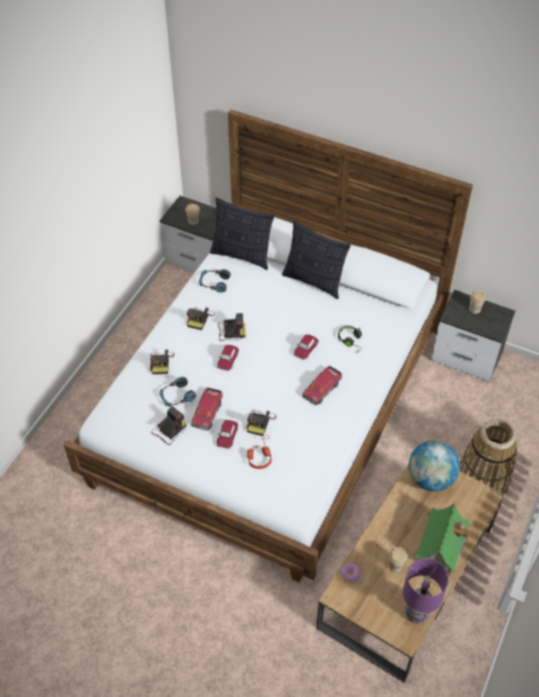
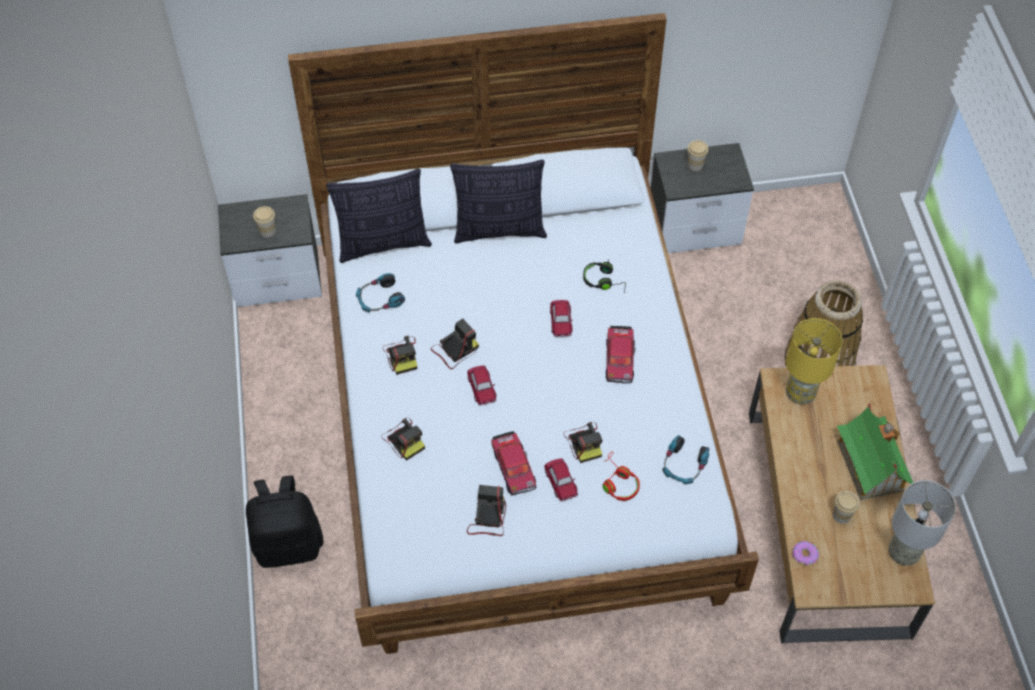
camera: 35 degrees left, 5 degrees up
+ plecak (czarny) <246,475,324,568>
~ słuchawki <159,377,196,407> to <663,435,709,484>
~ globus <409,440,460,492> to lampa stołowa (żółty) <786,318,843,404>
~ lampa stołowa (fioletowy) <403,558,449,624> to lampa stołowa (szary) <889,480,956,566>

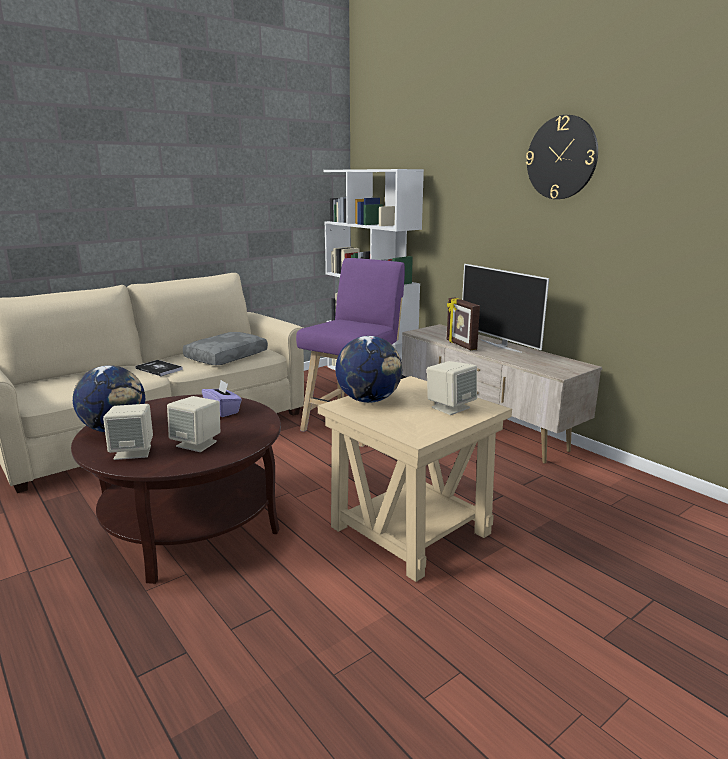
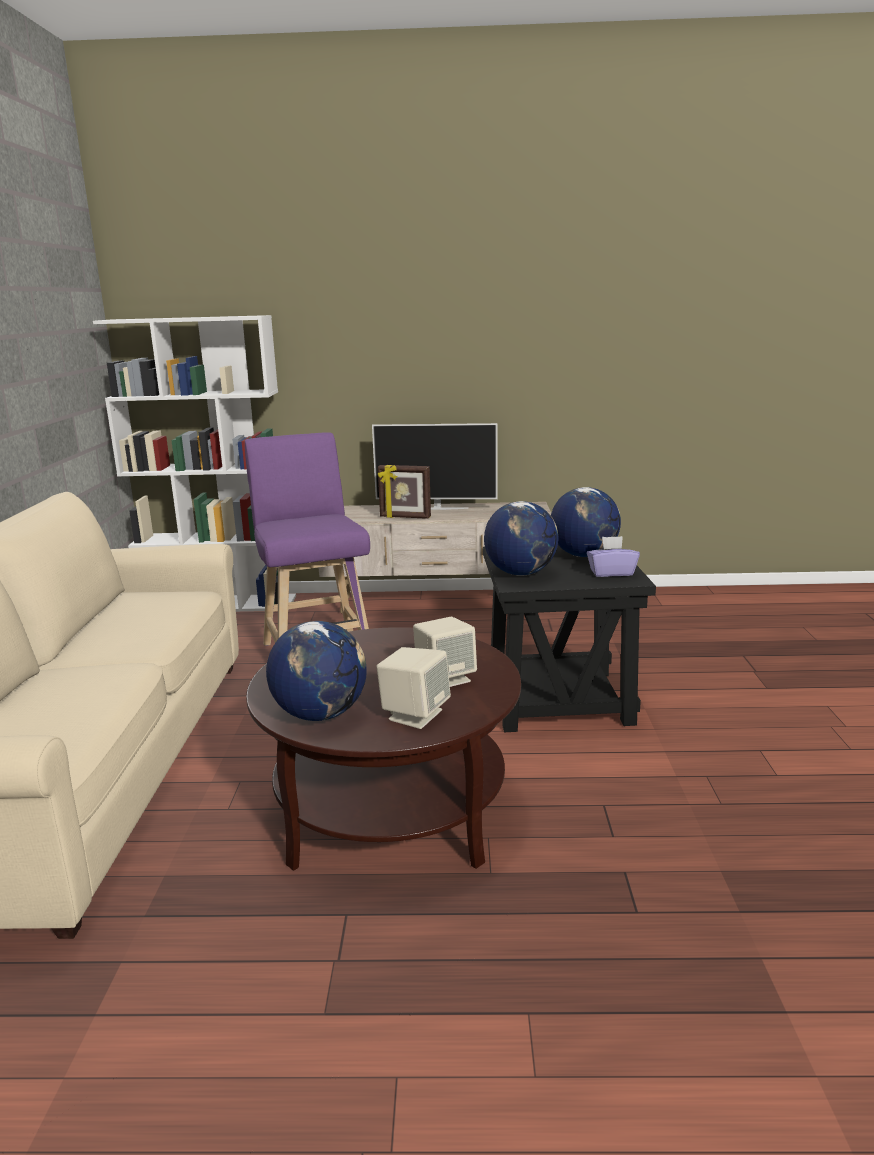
camera: 50 degrees left, 0 degrees up
- książka <135,360,183,376>
- poduszka (szary) <183,332,268,365>
- zegar ścienny <526,115,598,199>
~ pudełko chusteczek (fioletowy) <202,380,242,417> to <587,536,640,577>
~ głośnik (beżowy) <427,361,477,415> to globus <551,487,621,557>
~ stolik (beżowy) <318,376,512,582> to stolik (czarny) <483,545,656,732>

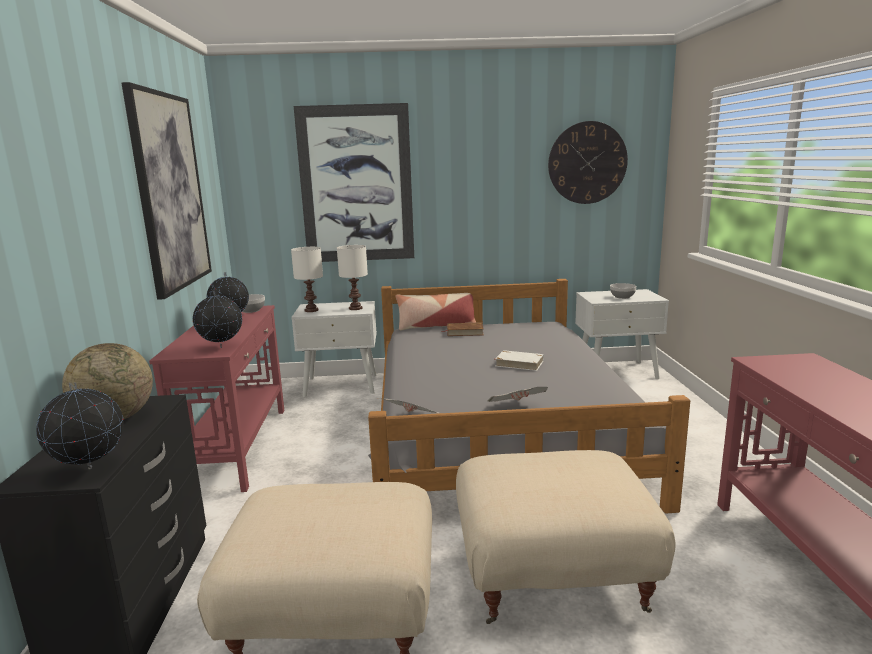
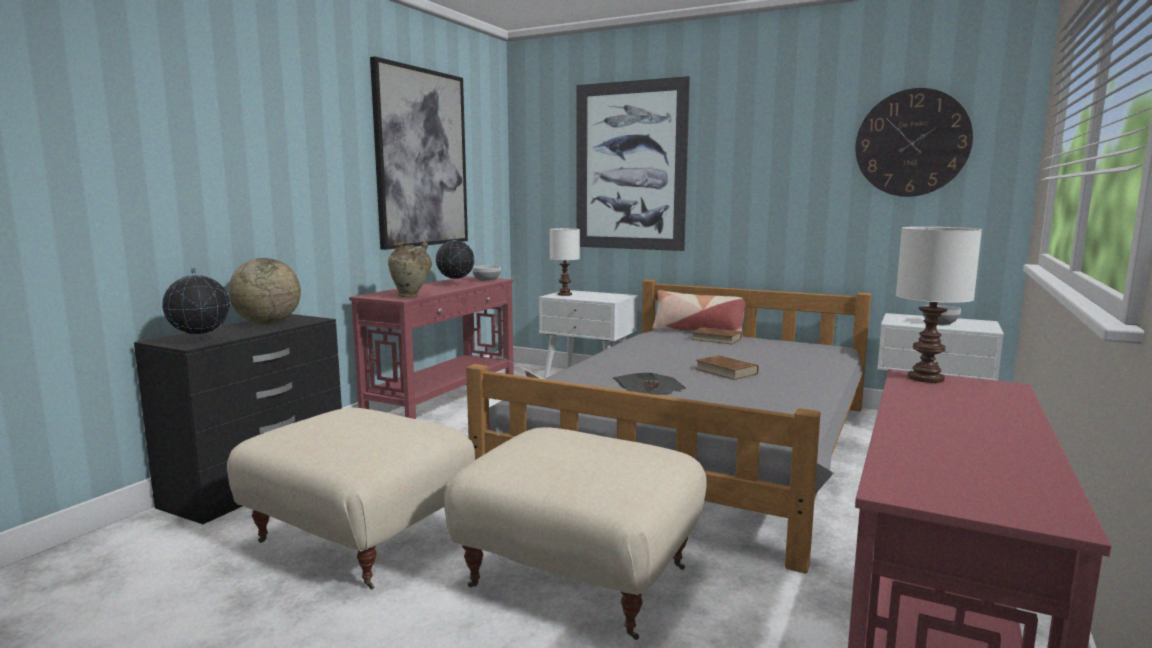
camera: 30 degrees right, 5 degrees down
~ lampa stołowa (biały) <337,245,368,310> to <896,227,982,383>
~ globus <193,290,242,348> to wazon (beżowy) <388,242,432,297>
~ książka (biały) <494,350,544,371> to książka (brązowy) <696,355,759,380>

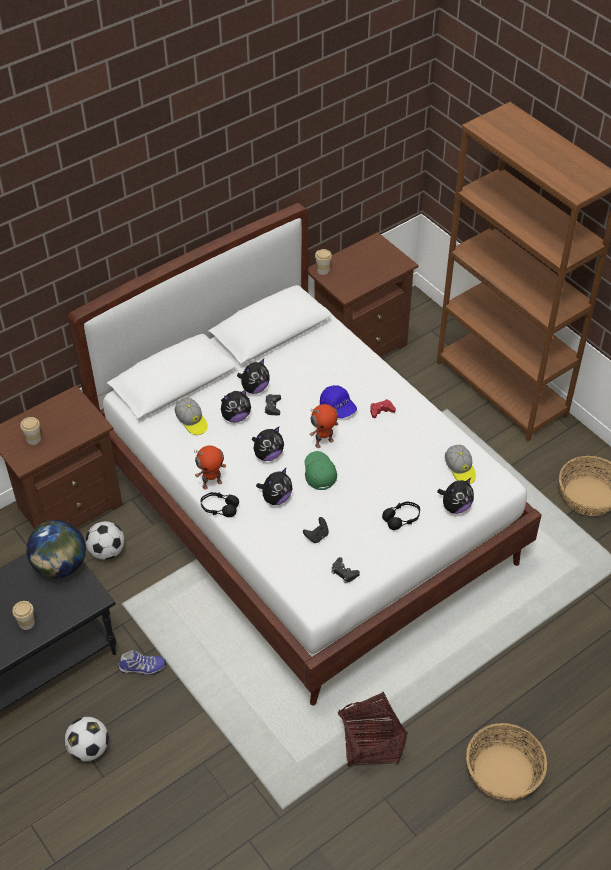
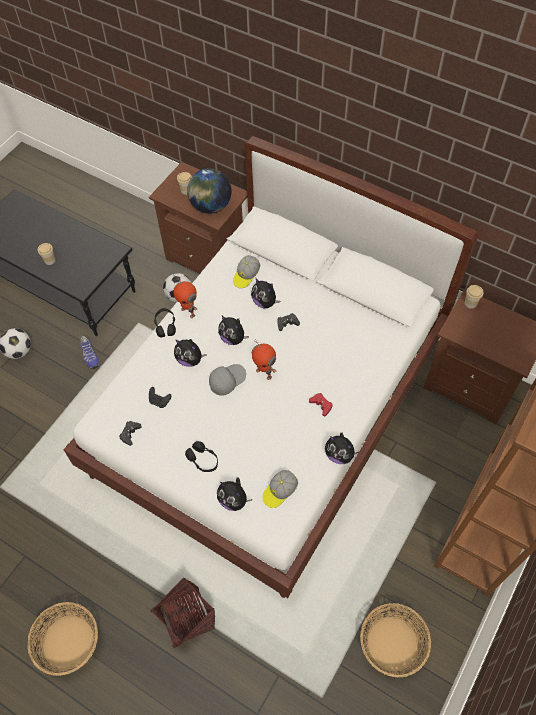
camera: 70 degrees right, 10 degrees up
- czapka z daszkiem (niebieski) <320,385,357,418>
~ globus <26,520,86,579> to <187,168,232,214>
~ pluszak <237,359,270,394> to <325,433,360,464>
~ koszyk <338,692,408,767> to <151,577,215,648>
~ czapka z daszkiem (zielony) <304,451,337,490> to czapka z daszkiem (szary) <209,364,246,396>

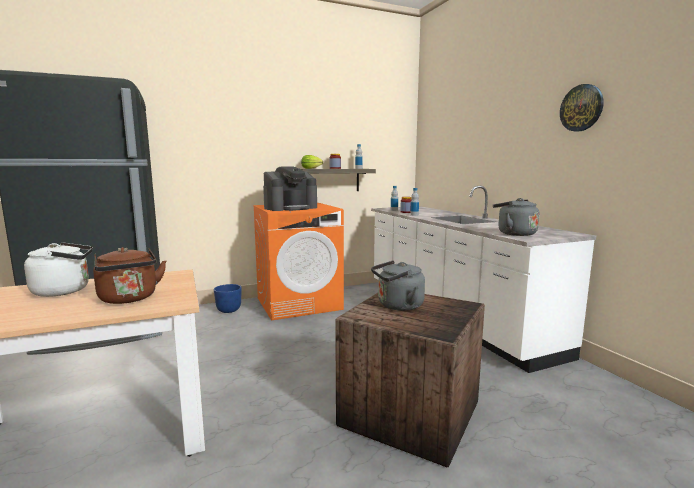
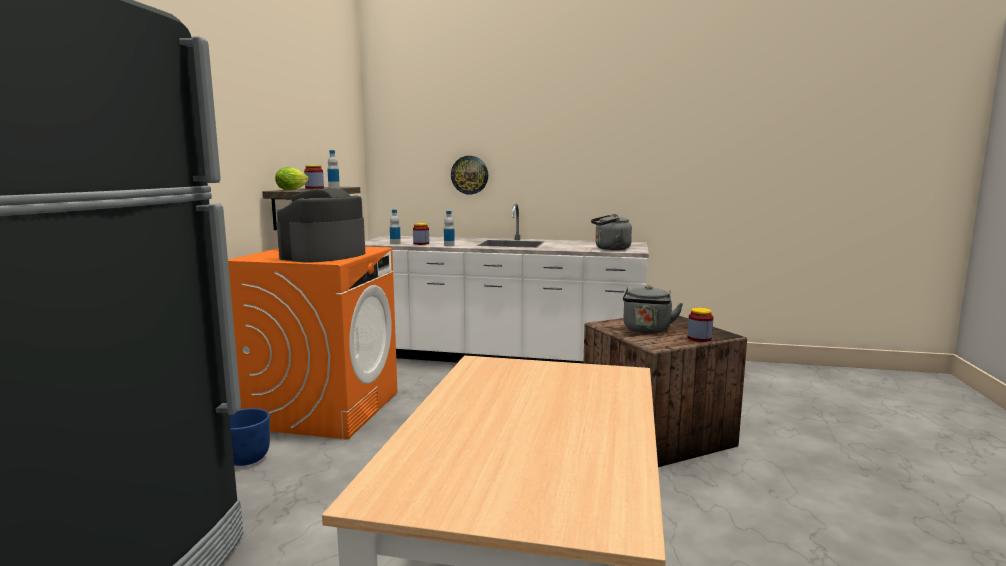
camera: 55 degrees left, 0 degrees up
- czajnik (biały) <24,242,93,297>
- czajnik (brązowy) <93,247,166,304>
+ słoik <688,308,713,342>
~ zegar ścienny <560,84,604,132> to <451,156,488,195>
~ ekspres do kawy <263,166,317,211> = <277,188,365,262> 150 degrees counterclockwise

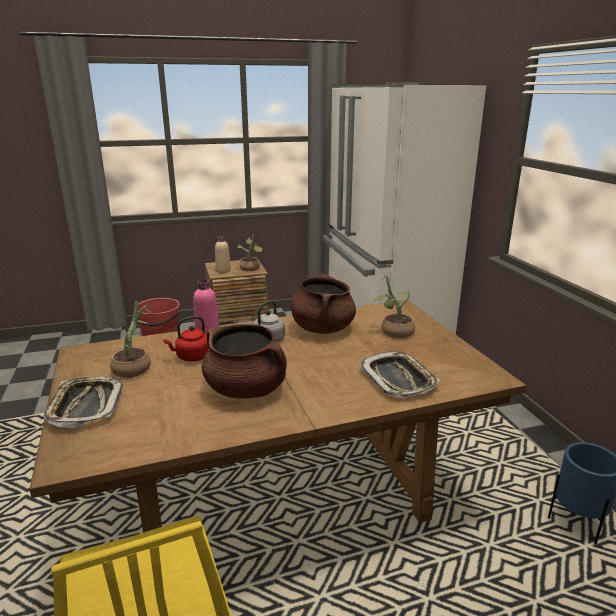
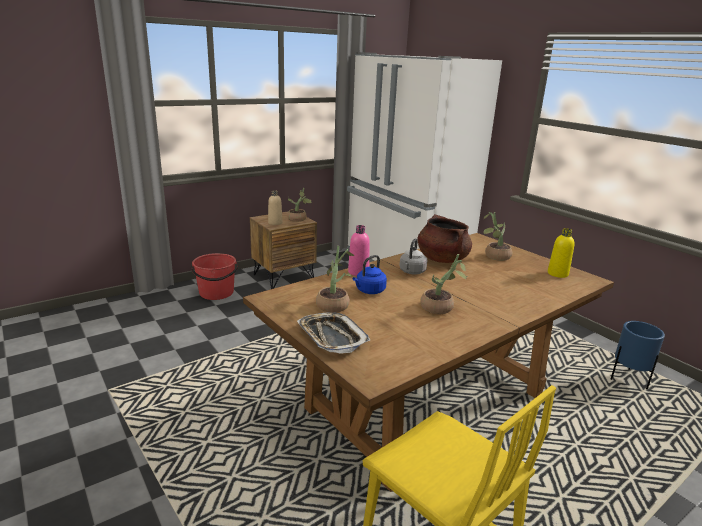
camera: 20 degrees left, 0 degrees up
- taca <360,351,440,398>
+ butelka (żółty) <548,228,574,278>
~ garnek (brązowy) <202,324,287,399> to roślina doniczkowa <420,254,467,314>
~ czajnik (czerwony) <164,316,208,362> to czajnik (niebieski) <353,255,387,294>

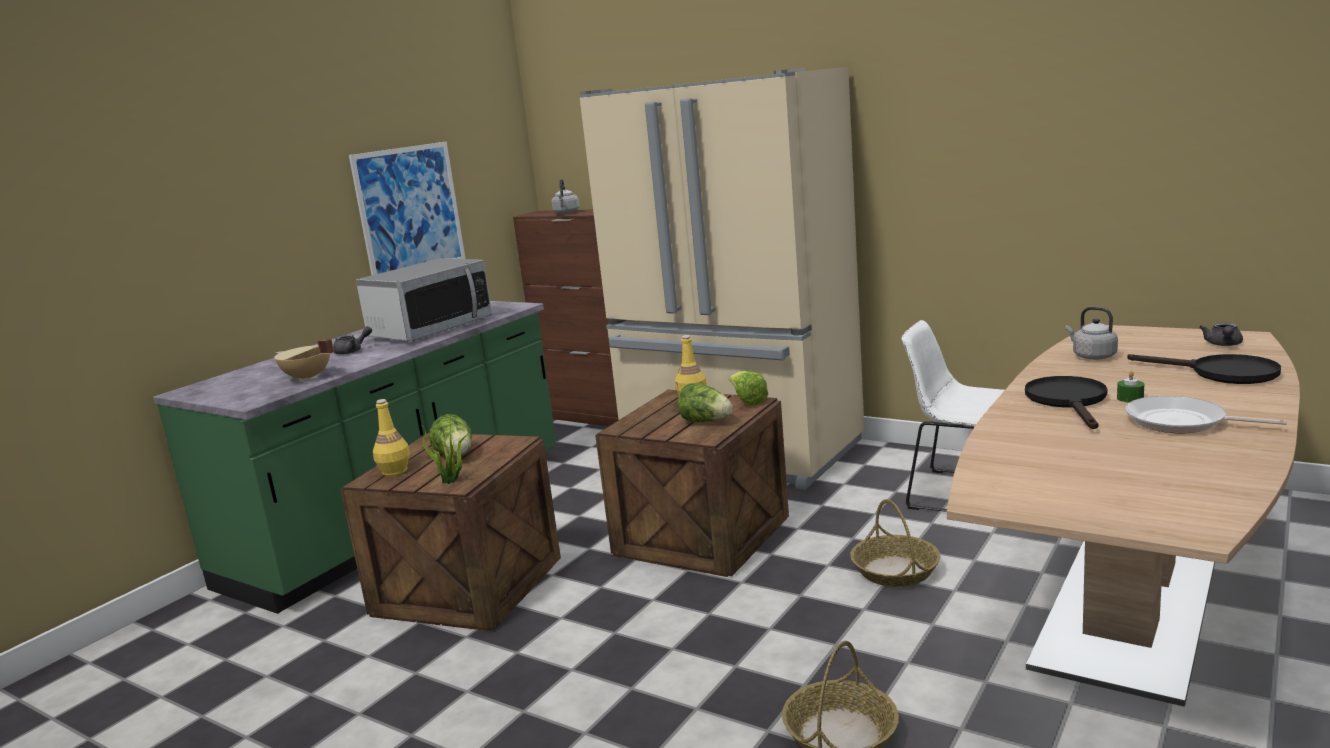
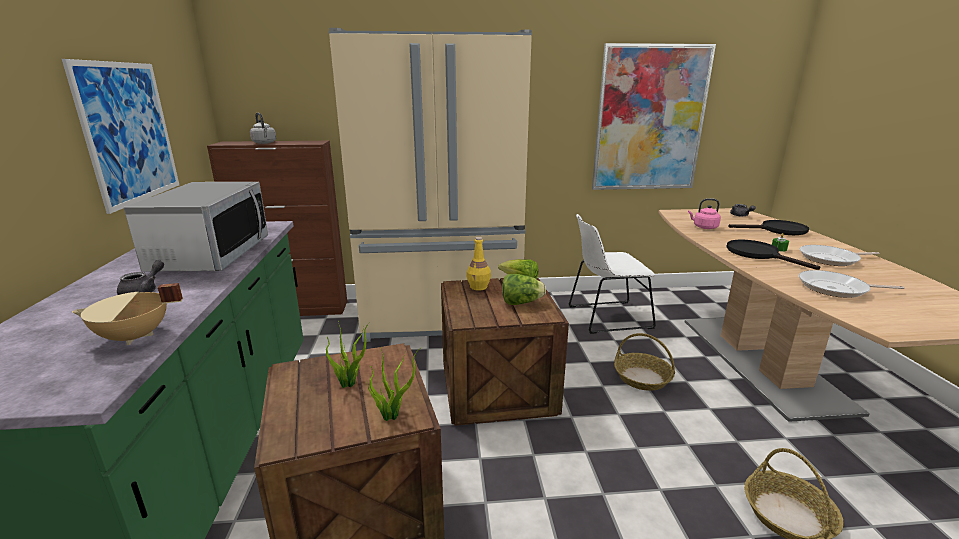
camera: 40 degrees left, 5 degrees up
- butelka (żółty) <373,399,410,476>
+ obraz <592,43,716,190>
+ patelnia <799,270,905,298>
~ sałata <429,414,472,456> to roślina doniczkowa <326,321,370,388>
~ czajnik (szary) <1065,307,1118,360> to czajnik (różowy) <688,198,721,229>

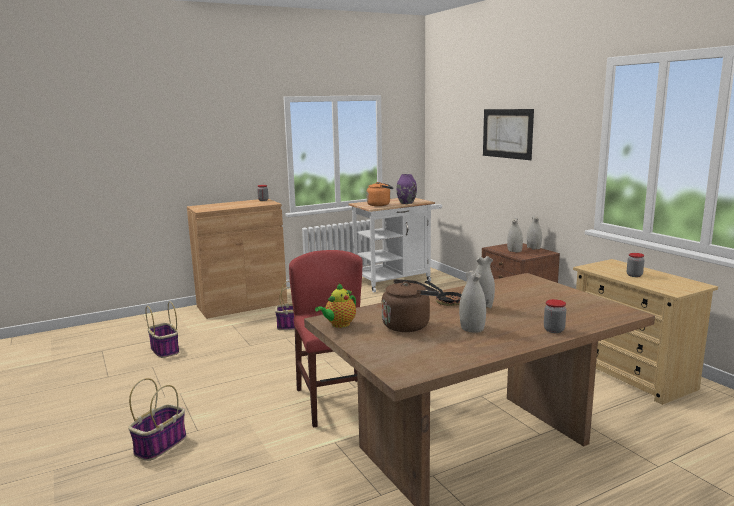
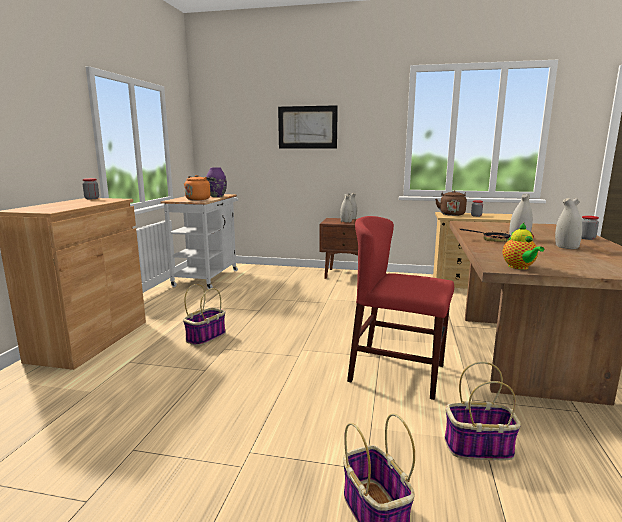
camera: 50 degrees left, 0 degrees up
~ koszyk <145,301,179,358> to <444,362,521,460>
~ czajnik (brązowy) <382,279,439,332> to <435,190,467,216>

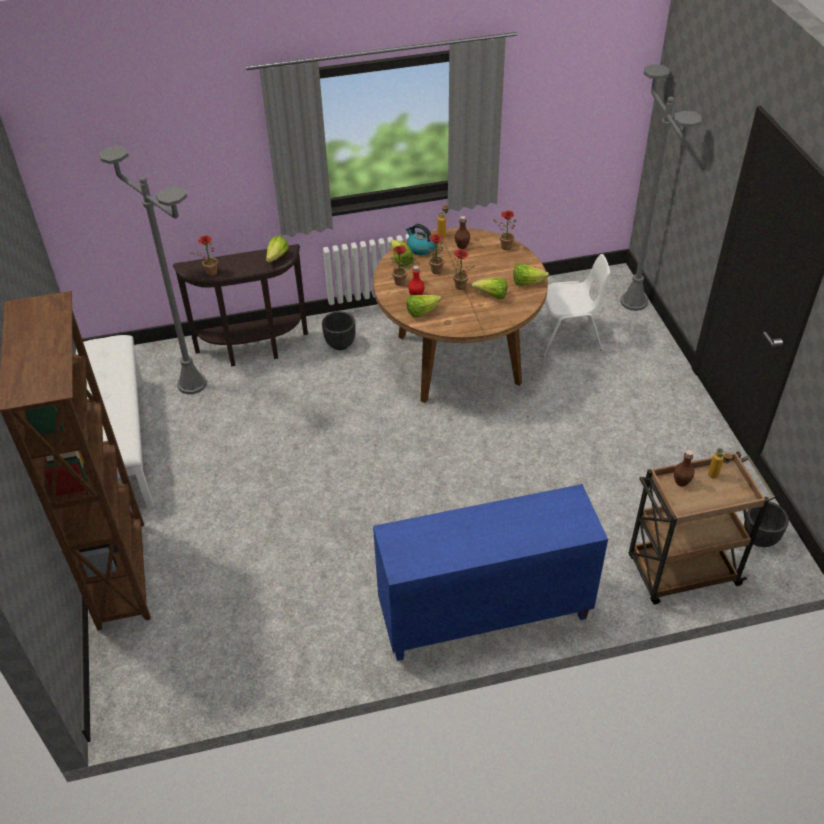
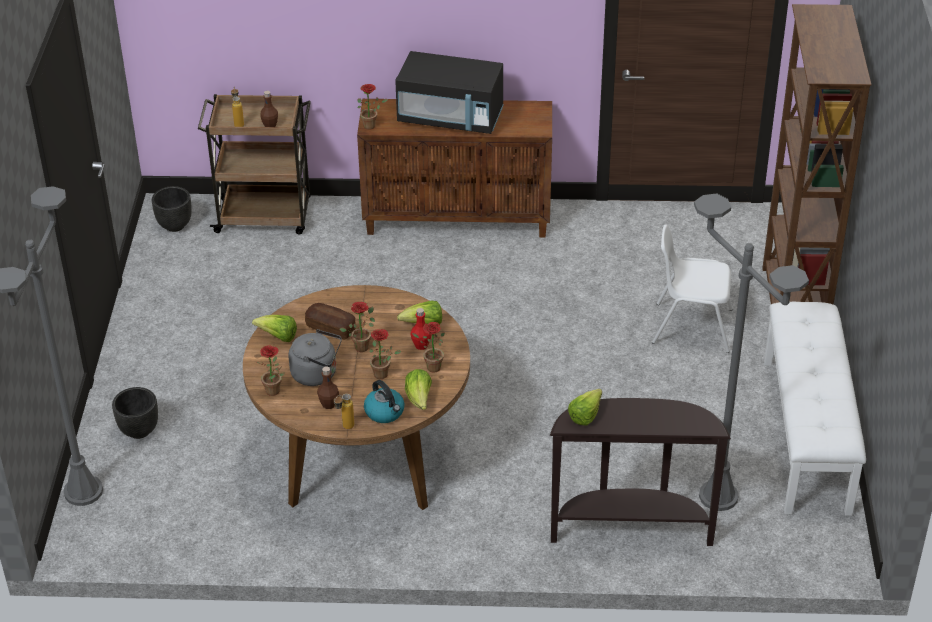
camera: 165 degrees left, 5 degrees down
+ czajnik (szary) <288,329,342,386>
+ mikrofalówka (czarny) <395,51,504,134>
~ roślina doniczkowa <189,235,221,276> to <357,84,388,130>
~ donica (czarny) <322,311,356,350> to <112,387,158,439>
~ krzesło (biały) <532,254,610,357> to <652,225,733,353>
~ sałata <471,278,507,299> to chleb <305,303,355,339>
~ szafka (niebieski) <373,484,608,661> to szafka (brązowy) <357,99,552,238>

